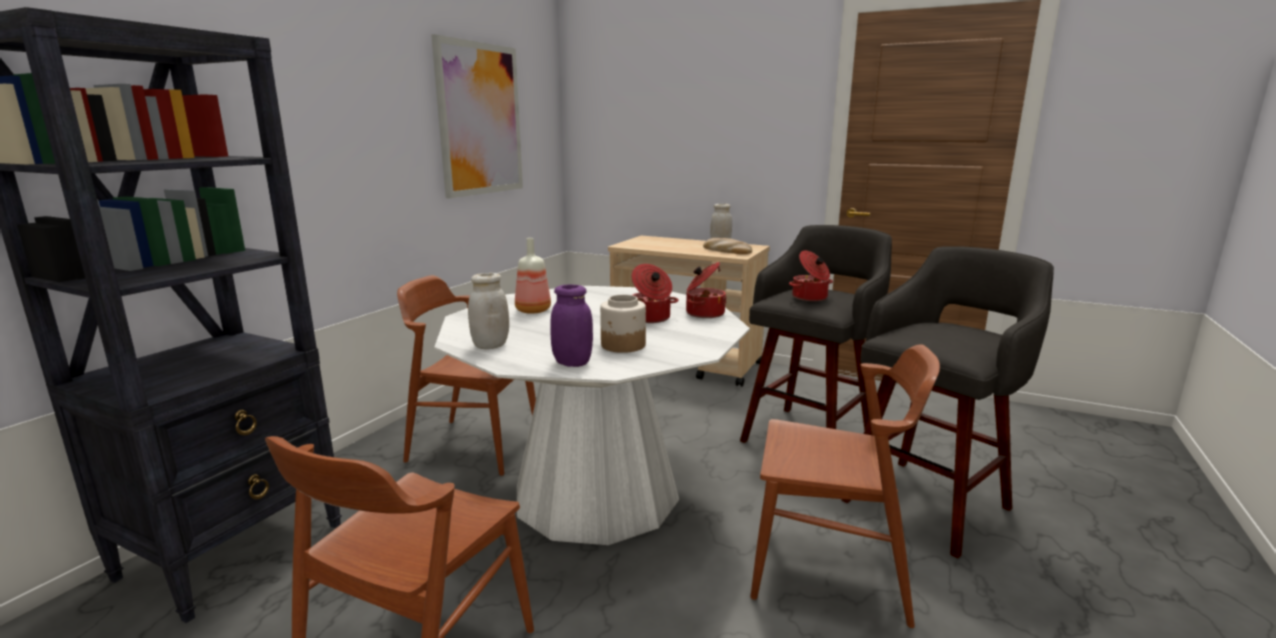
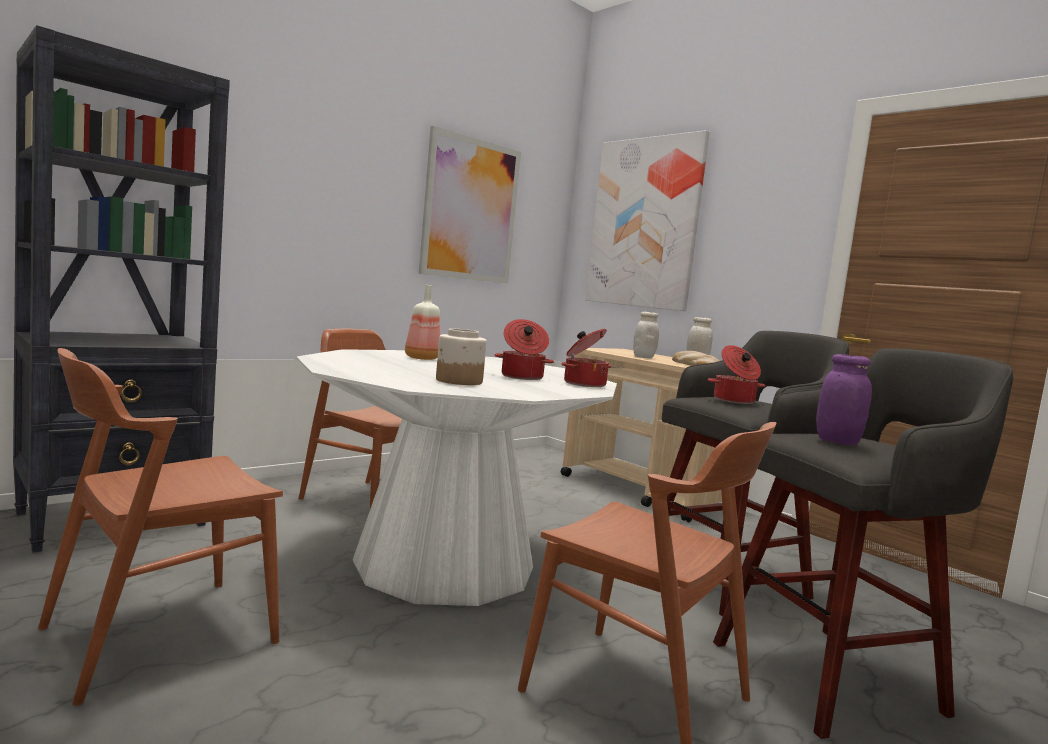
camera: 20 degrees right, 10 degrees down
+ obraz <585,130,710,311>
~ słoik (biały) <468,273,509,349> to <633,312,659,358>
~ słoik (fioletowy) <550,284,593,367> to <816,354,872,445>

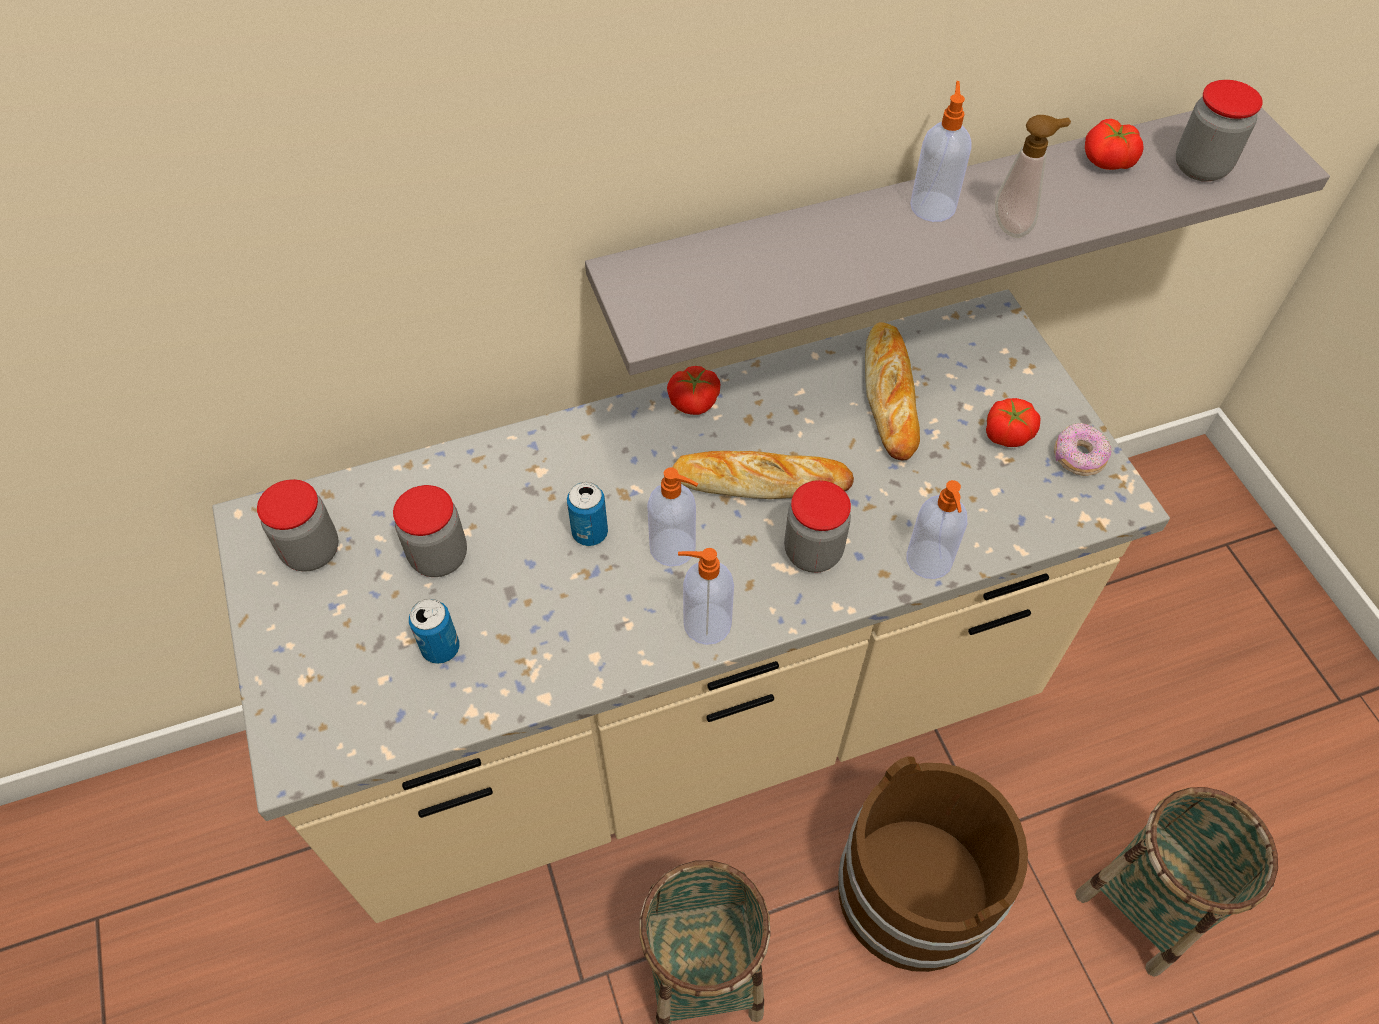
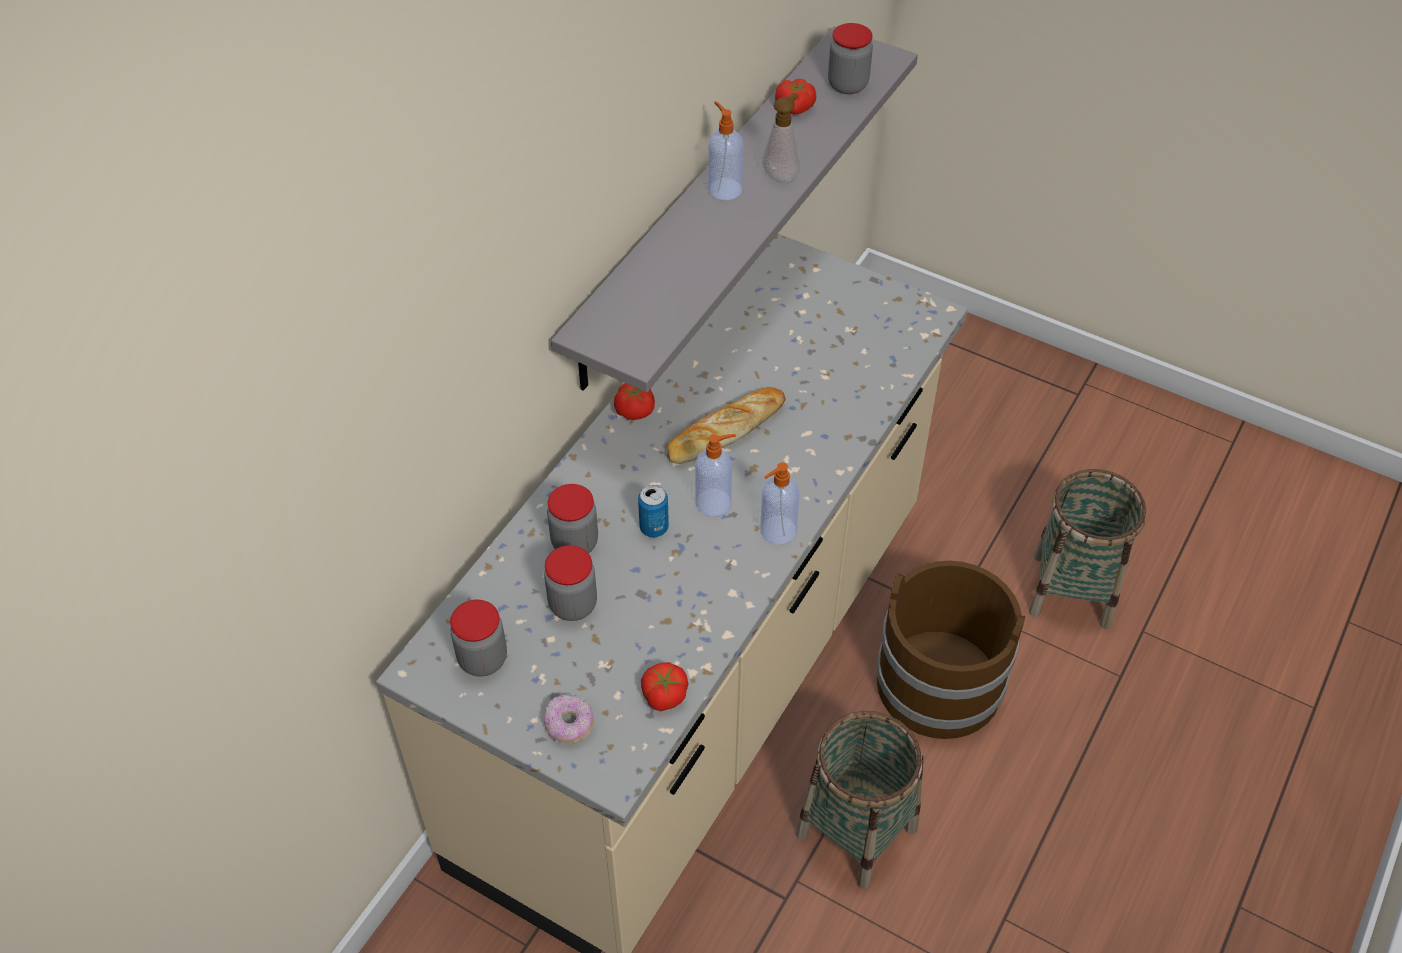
camera: 40 degrees left, 5 degrees down
- puszka <409,599,460,664>
- chleb <865,322,920,460>
- dozownik mydła <907,480,967,579>
~ słoik <784,480,851,573> to <547,484,598,553>
~ pomidor <986,398,1041,447> to <641,662,688,711>
~ donut <1054,423,1111,476> to <544,694,594,744>

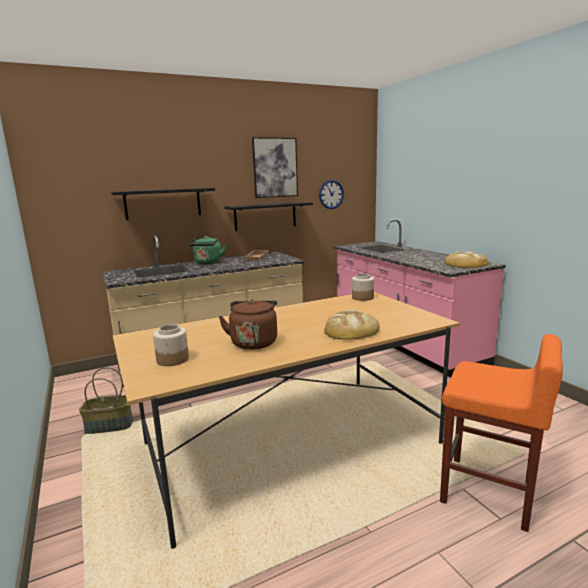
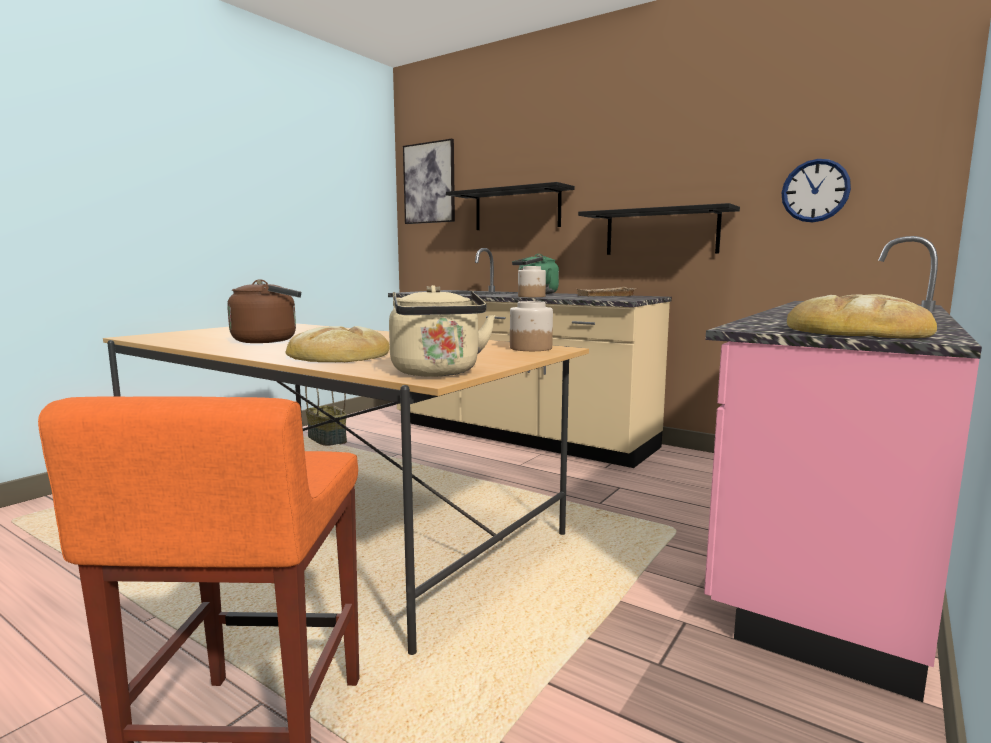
camera: 60 degrees right, 5 degrees down
+ czajnik (beżowy) <389,285,495,377>
~ słoik <153,324,189,366> to <518,266,546,297>
~ obraz <252,137,298,198> to <403,139,455,224>

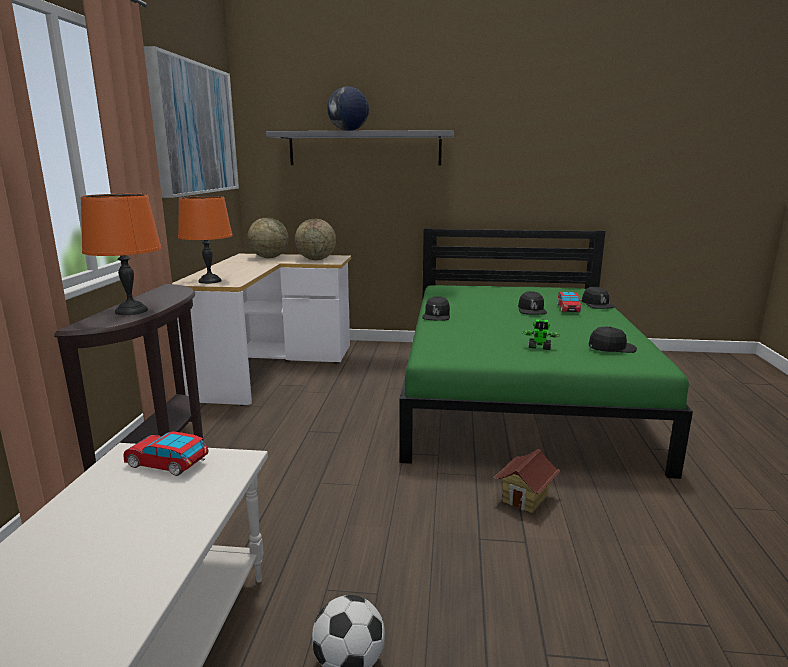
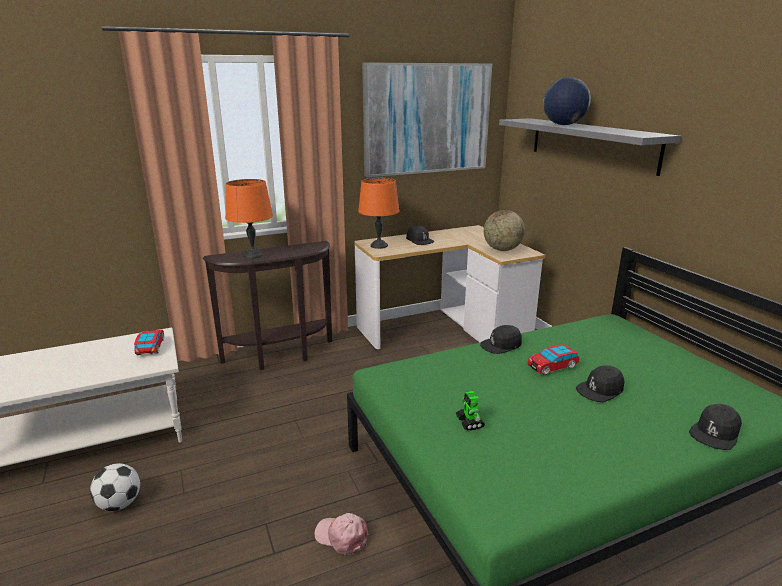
camera: 60 degrees right, 5 degrees up
- globus <247,217,289,258>
~ samochodzik <558,292,581,313> to <528,344,580,375>
~ czapka z daszkiem (czarny) <589,326,637,353> to <406,225,434,245>
~ domek <494,449,561,513> to czapka z daszkiem (różowy) <314,513,369,555>

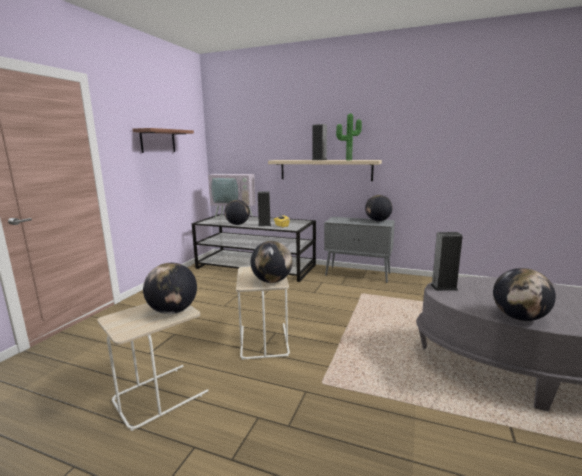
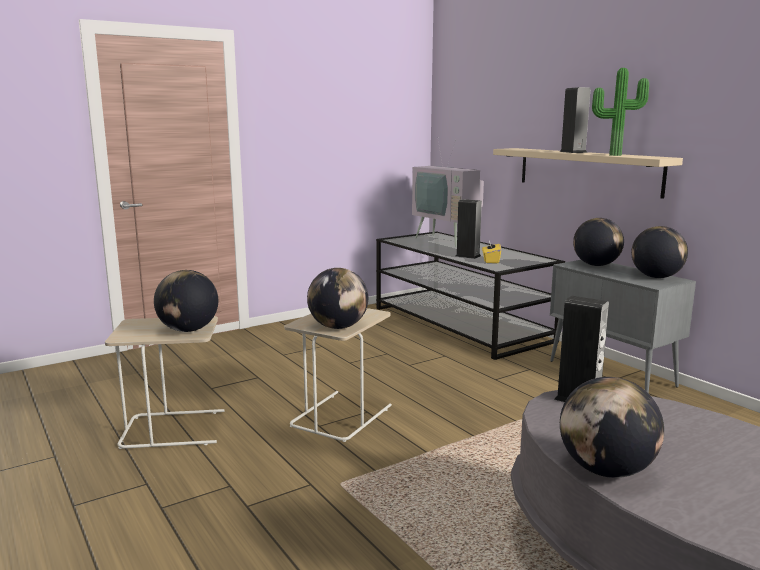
camera: 35 degrees right, 0 degrees up
- półka <132,128,194,153>
~ globus <224,200,250,225> to <573,218,624,266>

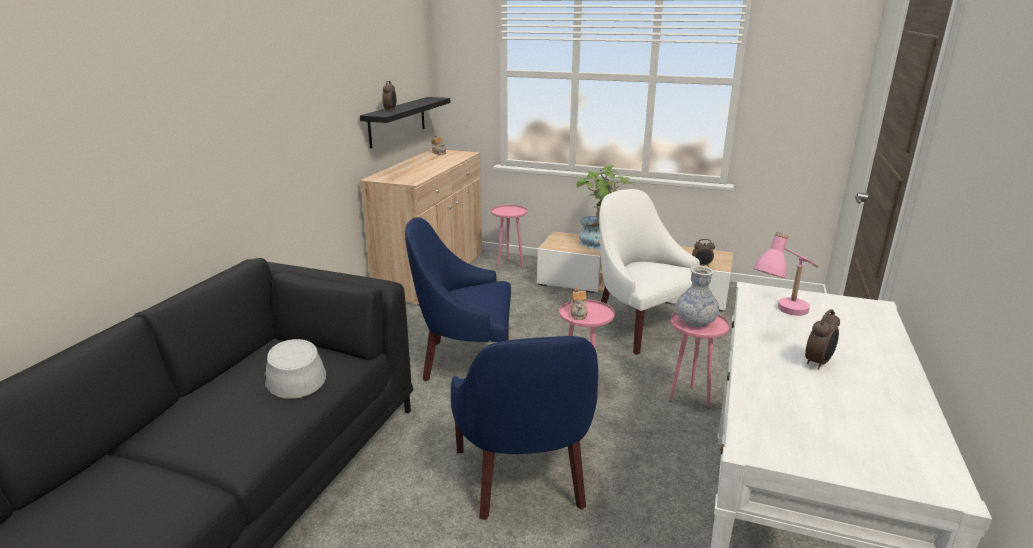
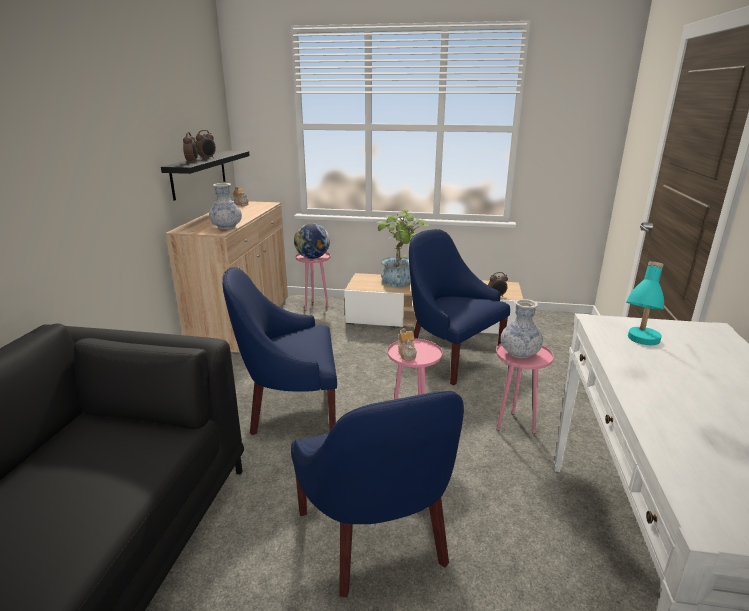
camera: 10 degrees left, 0 degrees up
- kapelusz (szary) <265,339,326,399>
+ wazon <209,183,242,229>
+ globus <294,223,330,259>
~ budzik <805,309,840,370> to <196,130,216,159>
~ fotel (biały) <599,189,700,355> to fotel (niebieski) <409,229,510,386>
~ lampa stołowa (różowy) <753,232,819,316> to lampa stołowa (turkusowy) <626,261,664,345>

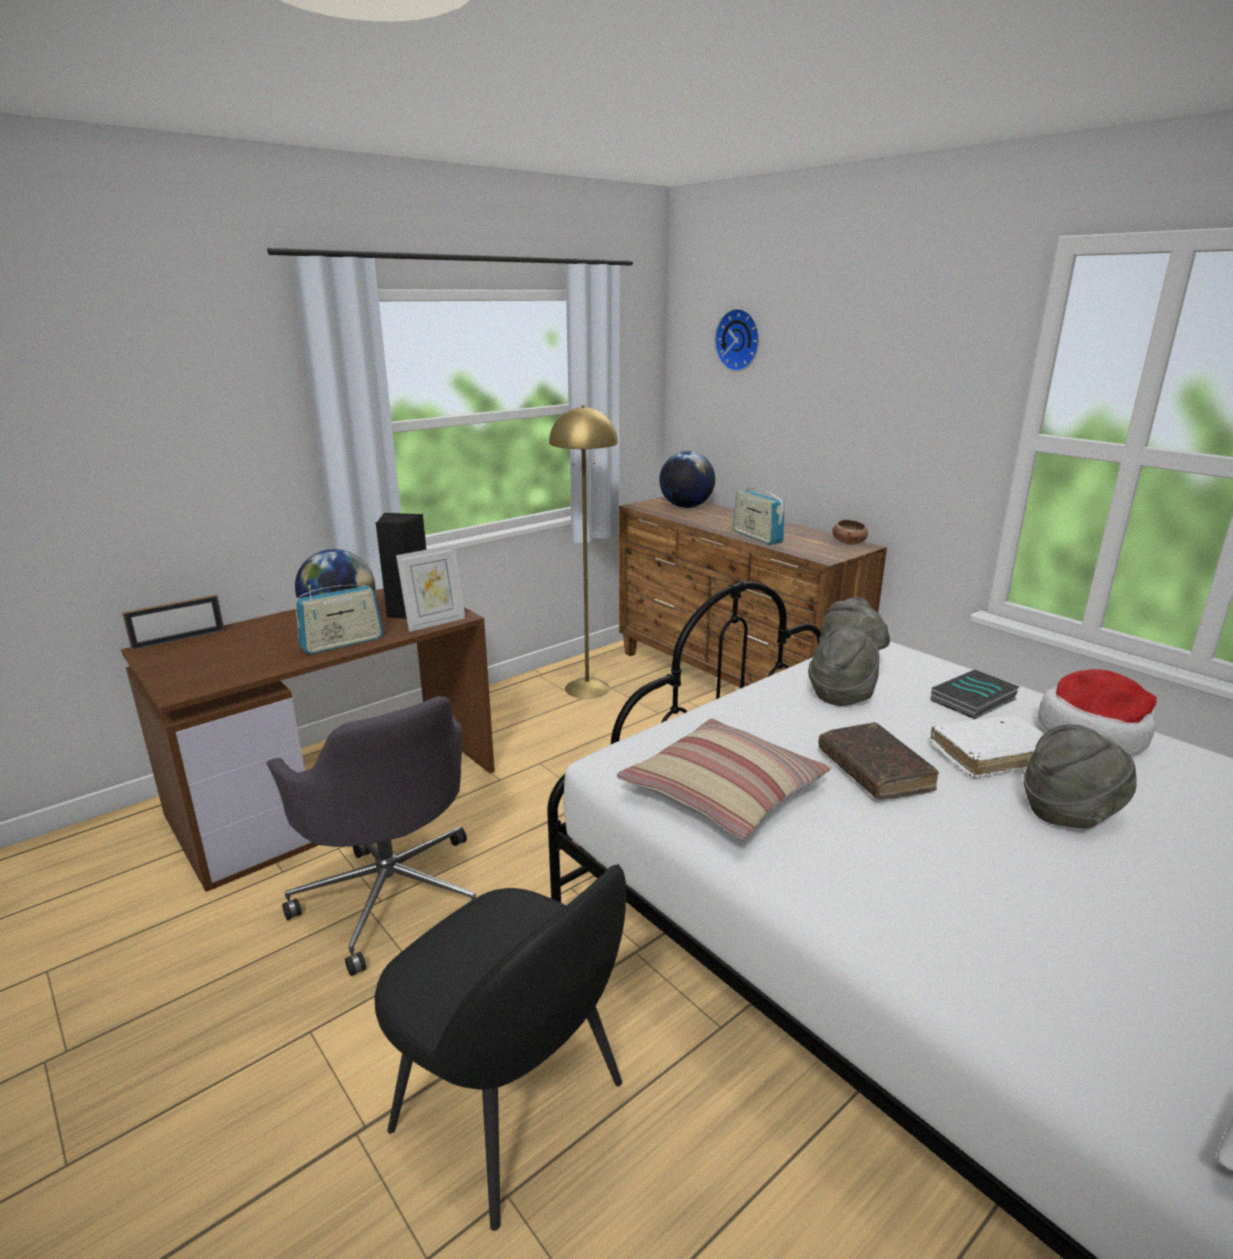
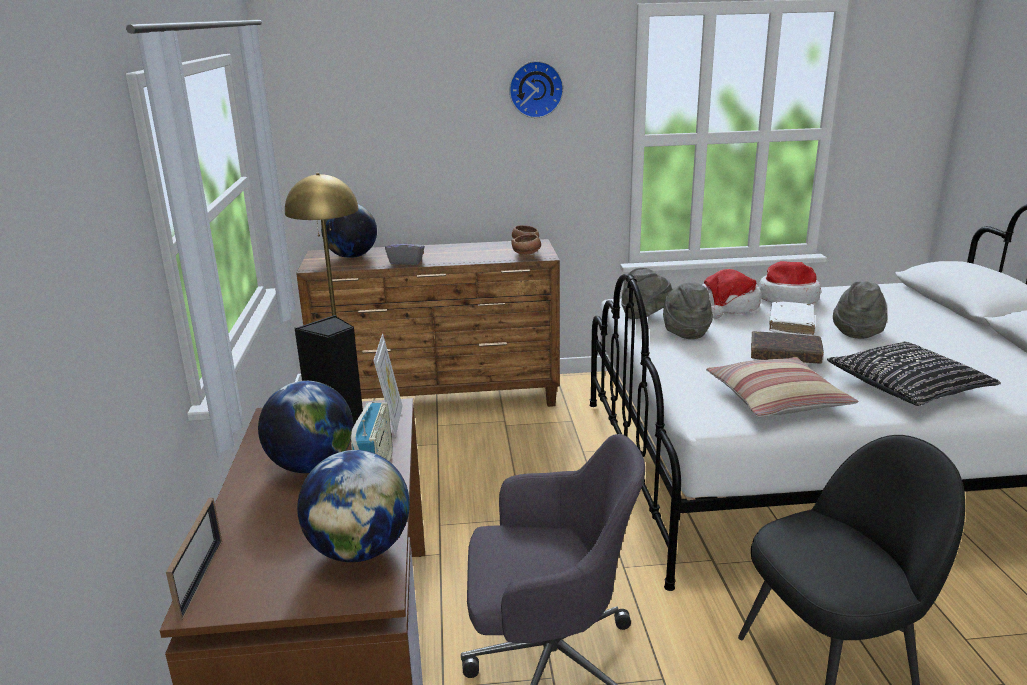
camera: 55 degrees left, 0 degrees up
- radio <733,482,785,545>
+ globus <297,450,410,562>
+ pudełko chusteczek (szary) <385,234,425,265>
+ miska <511,234,541,255>
+ poduszka (czarny) <827,342,1001,406>
~ zegar ścienny <714,308,760,372> to <509,61,564,118>
~ książka <931,670,1019,719> to kapelusz <703,269,761,319>

